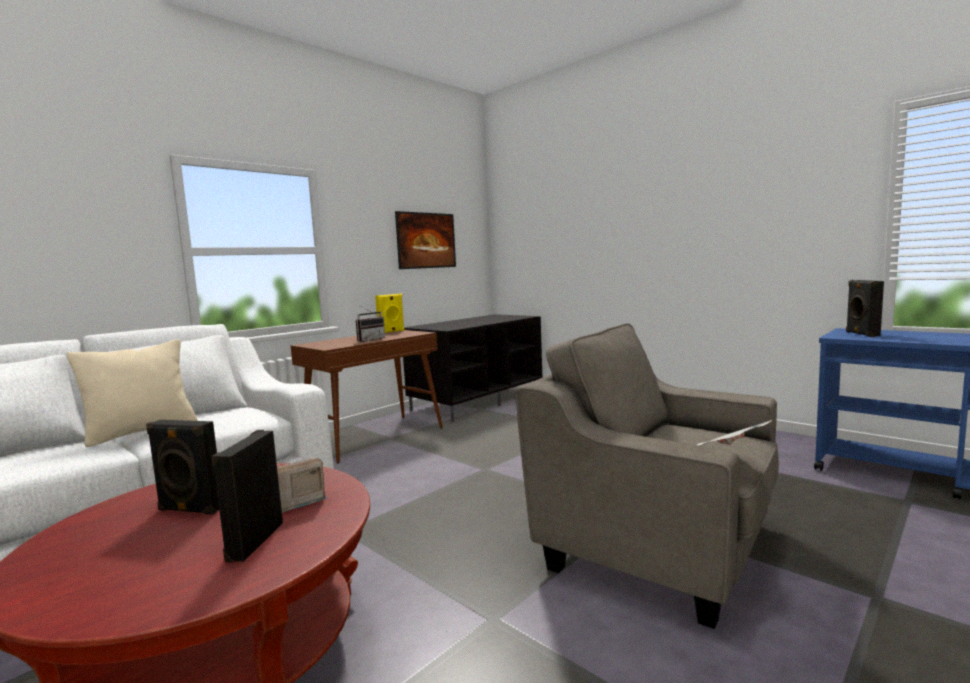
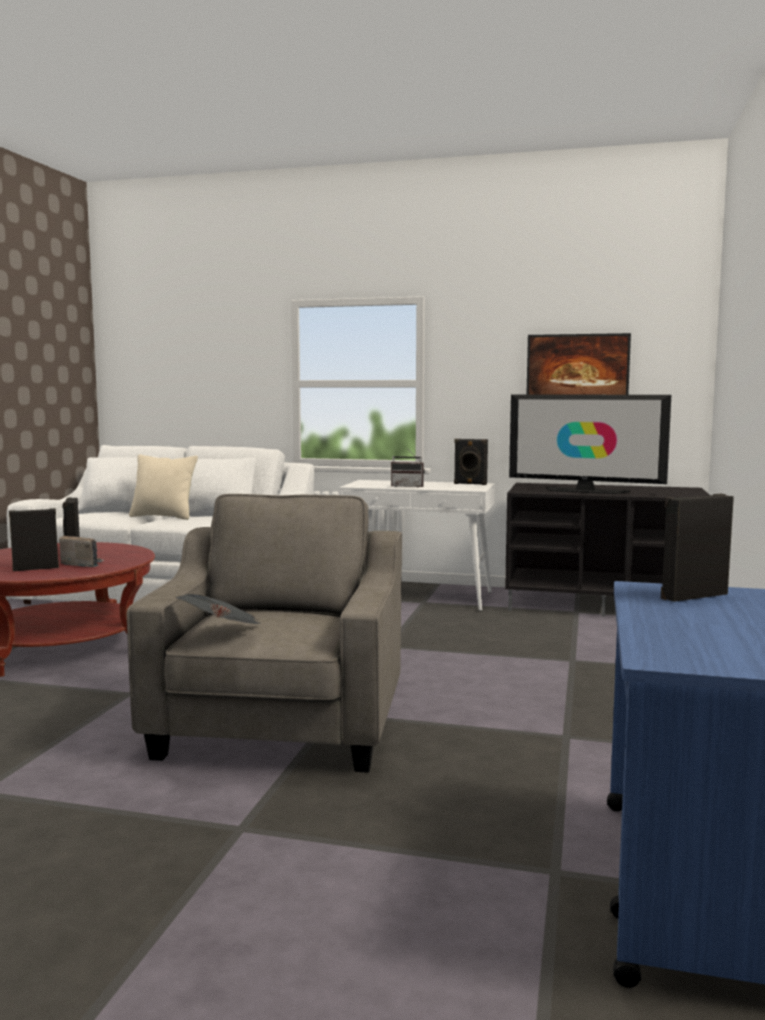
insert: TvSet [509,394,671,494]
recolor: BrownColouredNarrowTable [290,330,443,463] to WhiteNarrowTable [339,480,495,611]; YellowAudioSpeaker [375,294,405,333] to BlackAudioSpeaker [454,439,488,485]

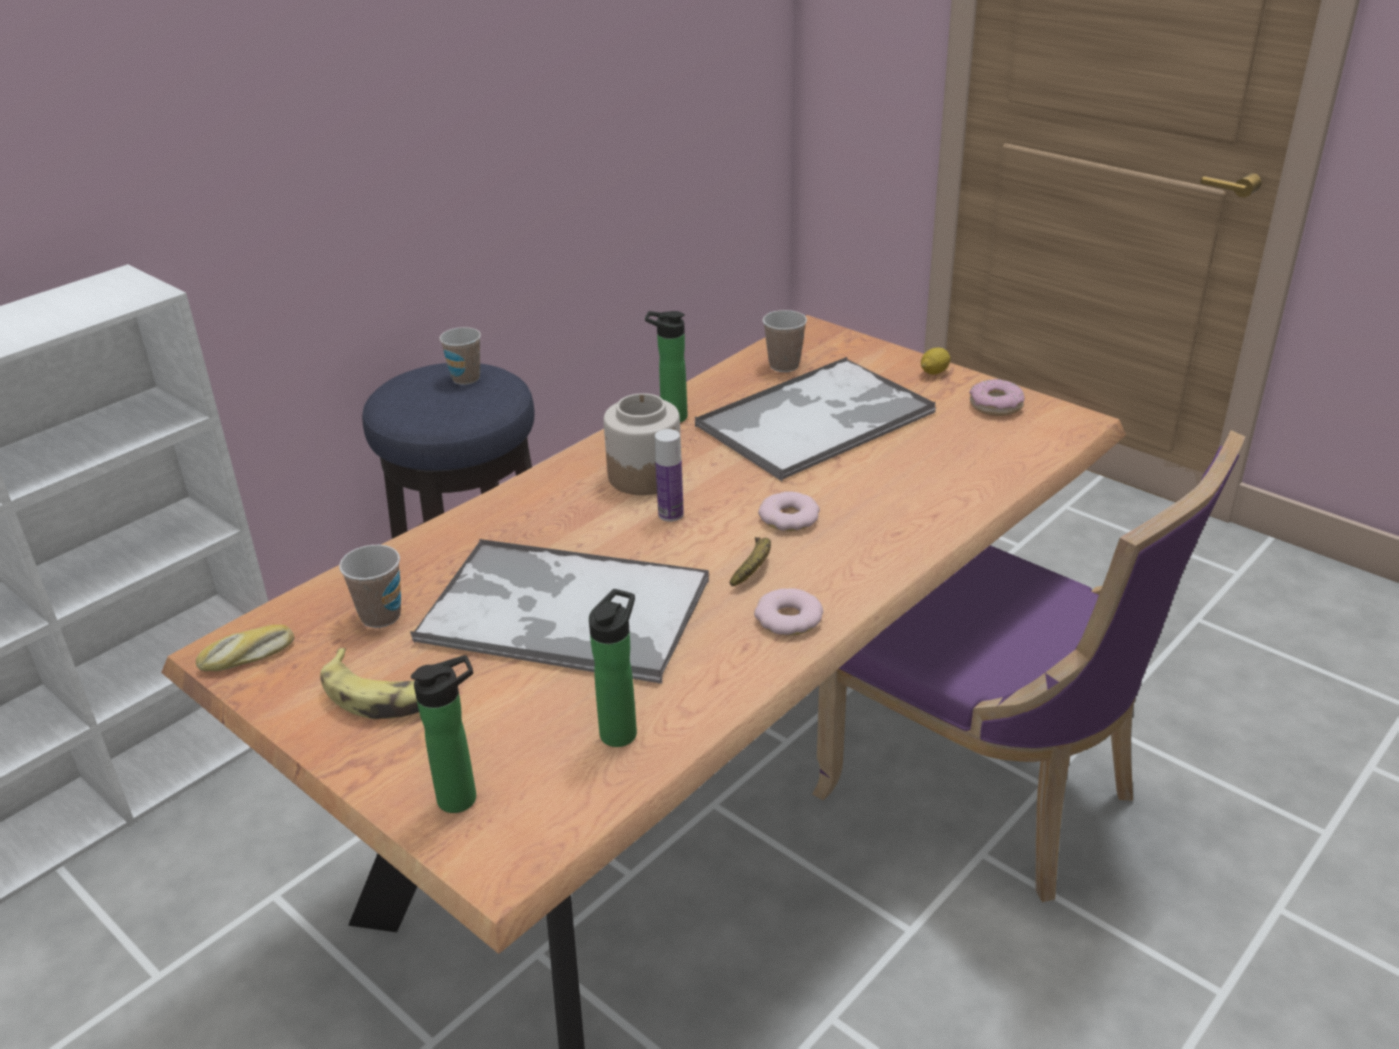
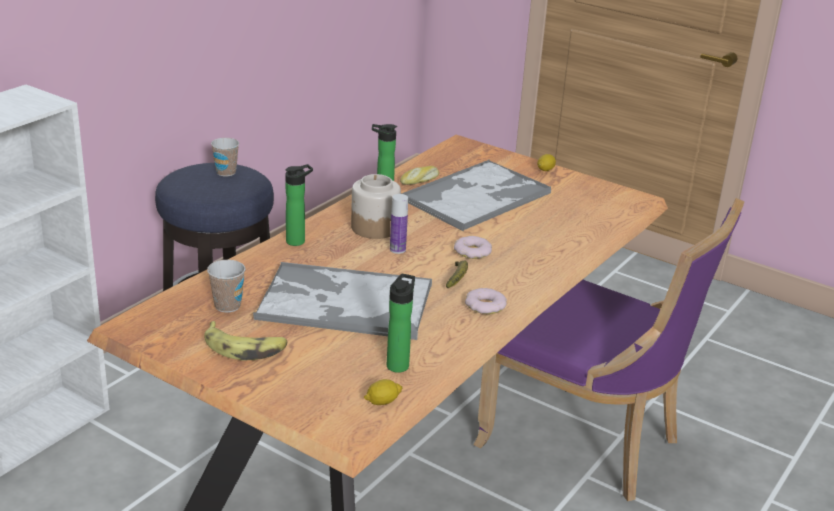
delete: SmallCup [763,310,807,372]; RingDoughnut [969,379,1025,416]
insert: CitrusFruit [364,379,403,405]
move: BeverageBottle [411,655,476,813] to [285,164,313,246]; BakedBread [196,625,295,671] to [400,166,439,185]

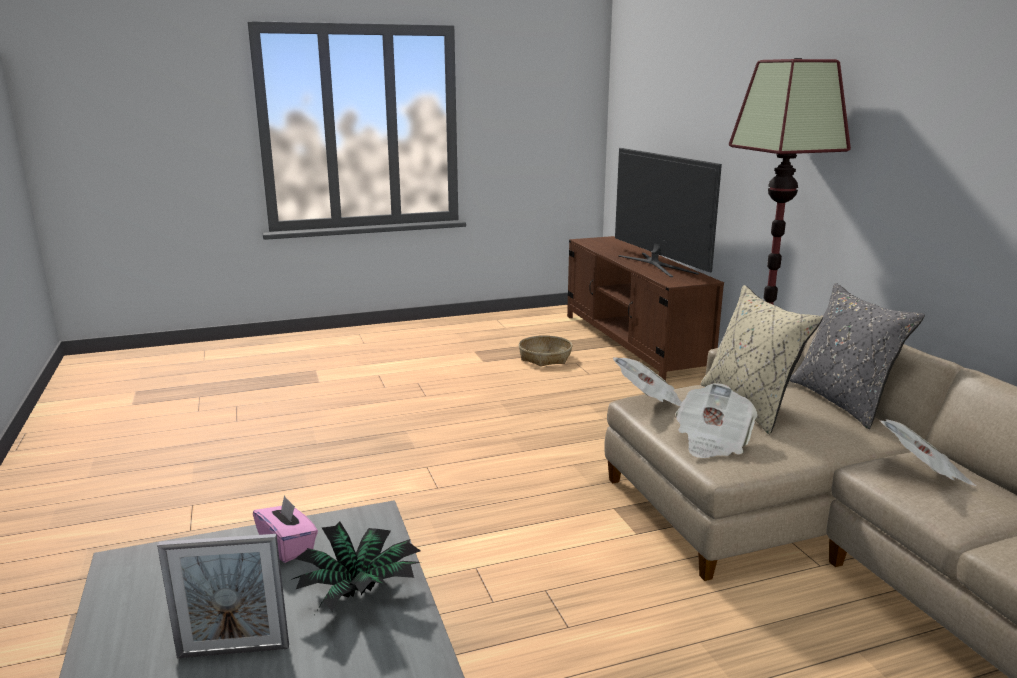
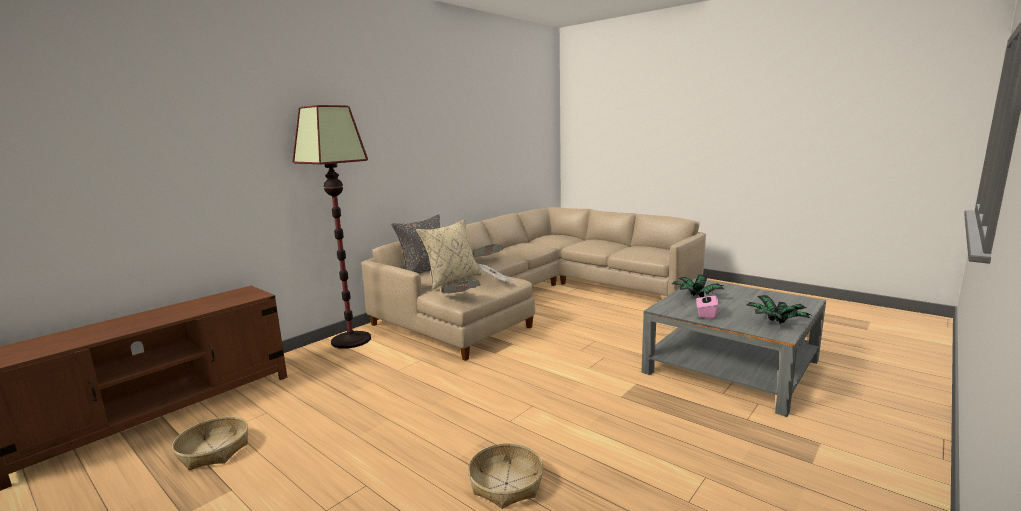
delete: PhotoFrame [157,534,289,658]; TvSet [615,148,722,277]
insert: Basket [468,443,544,509]; PlantInAPot [747,295,813,324]

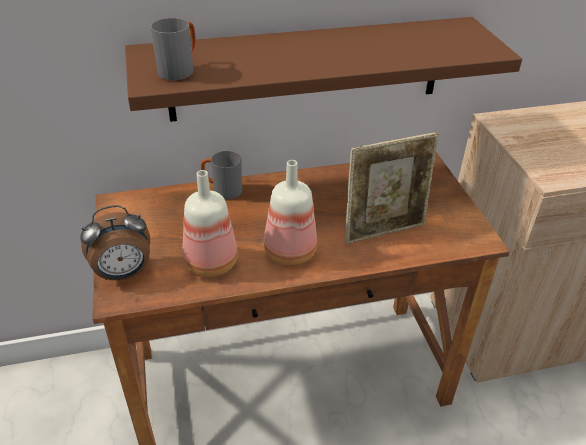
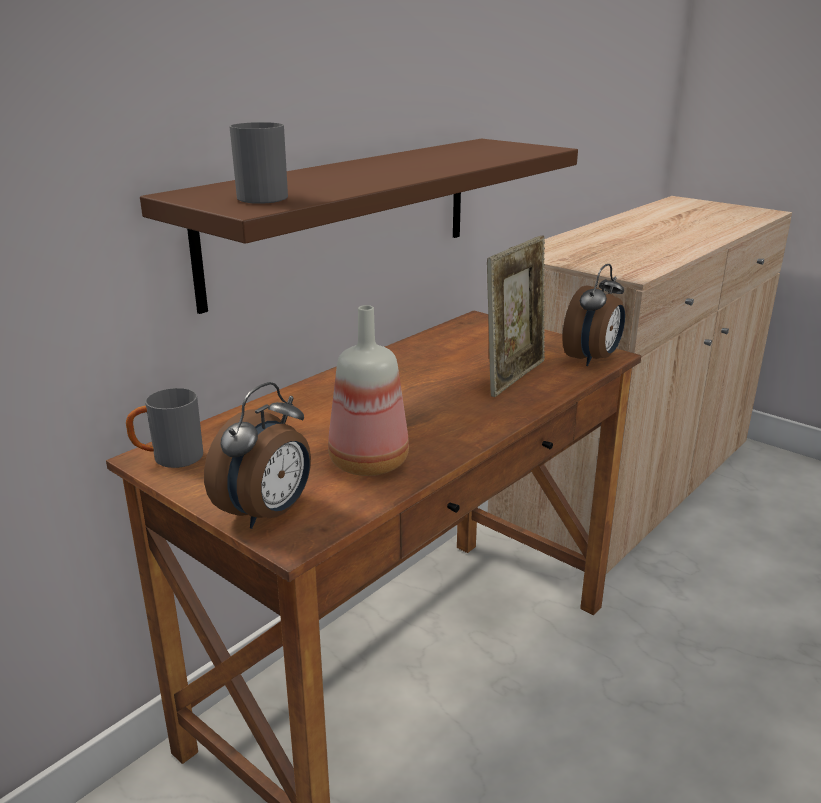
delete: BeverageBottle [264,160,317,266]
insert: TableClock [562,264,625,366]
move: GrayMug [201,151,242,199] to [126,388,203,468]

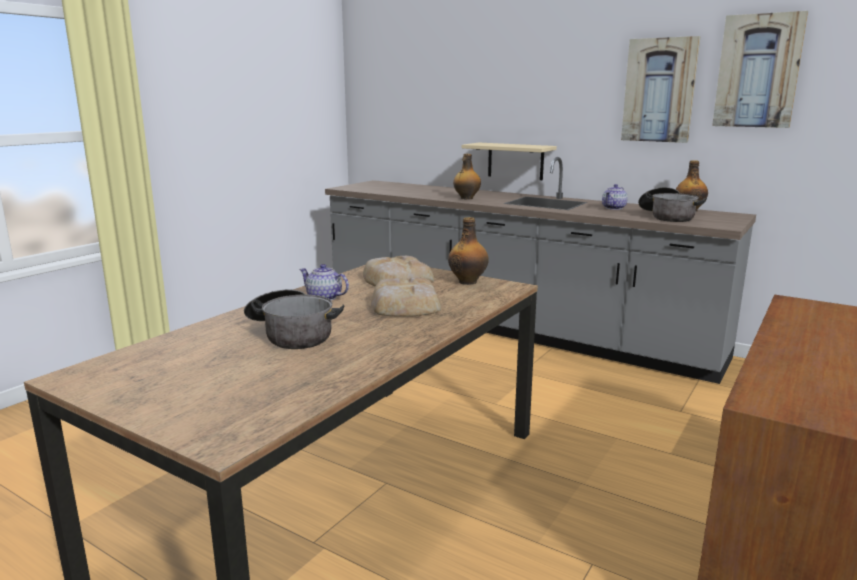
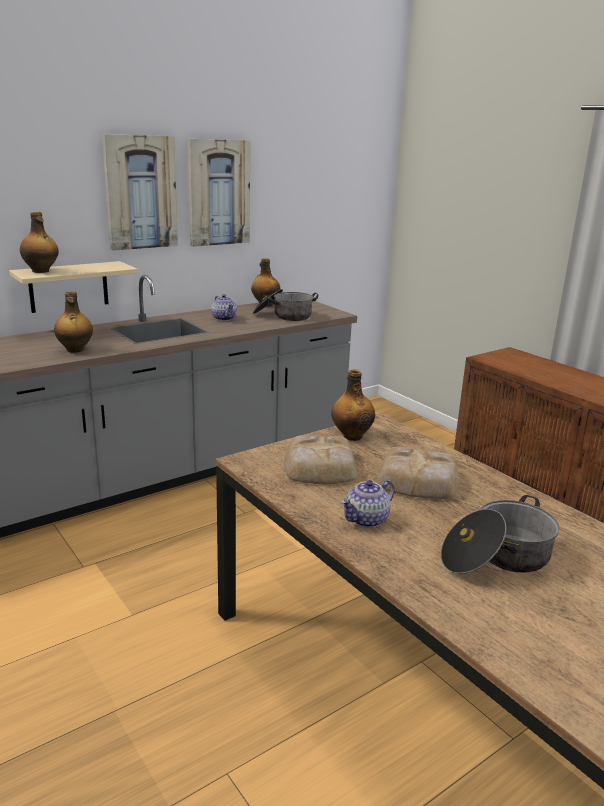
insert: BeverageBottle [20,212,59,273]
move: Picture [712,11,808,128] to [102,134,178,251]

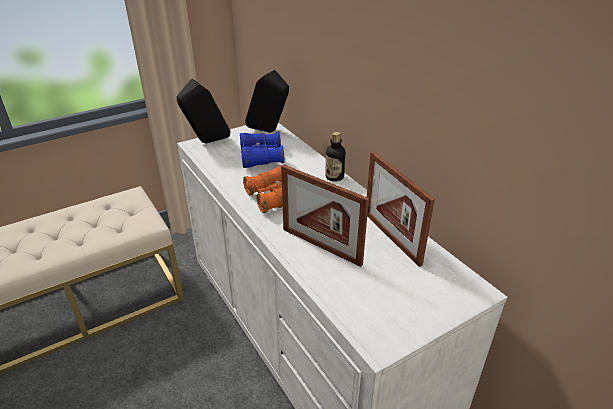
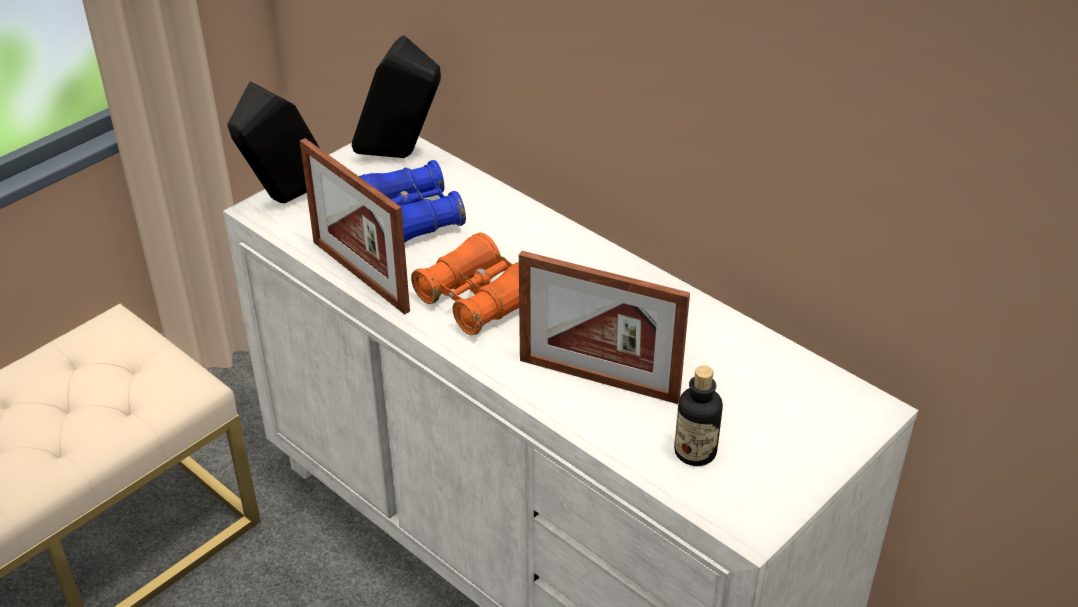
move: PhotoFrame [367,151,435,267] to [300,138,410,315]; BeverageBottle [325,132,345,182] to [674,365,723,466]

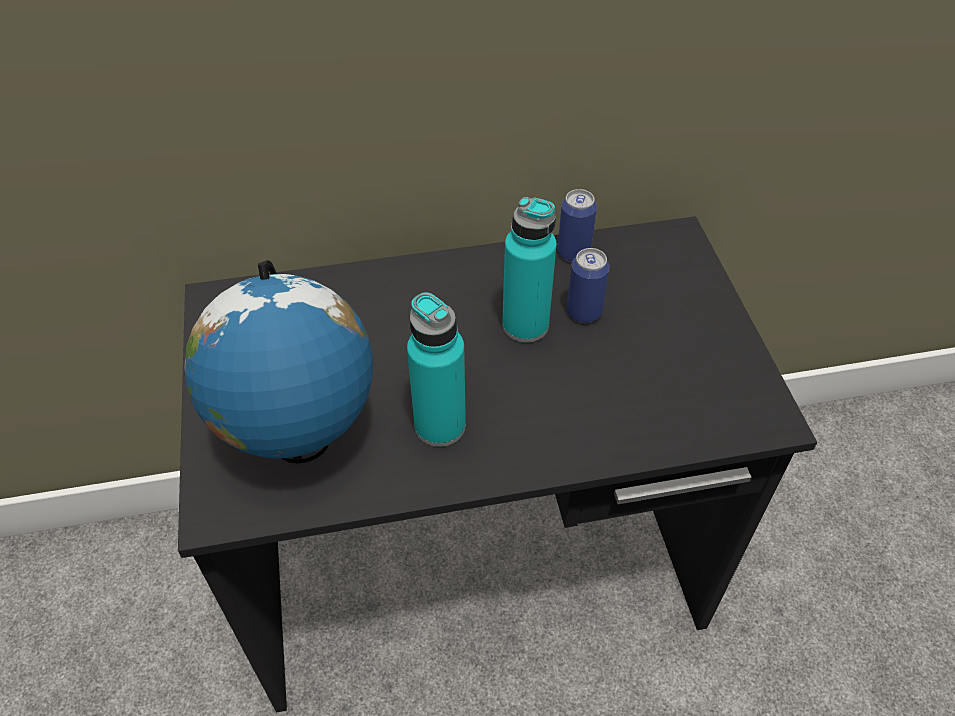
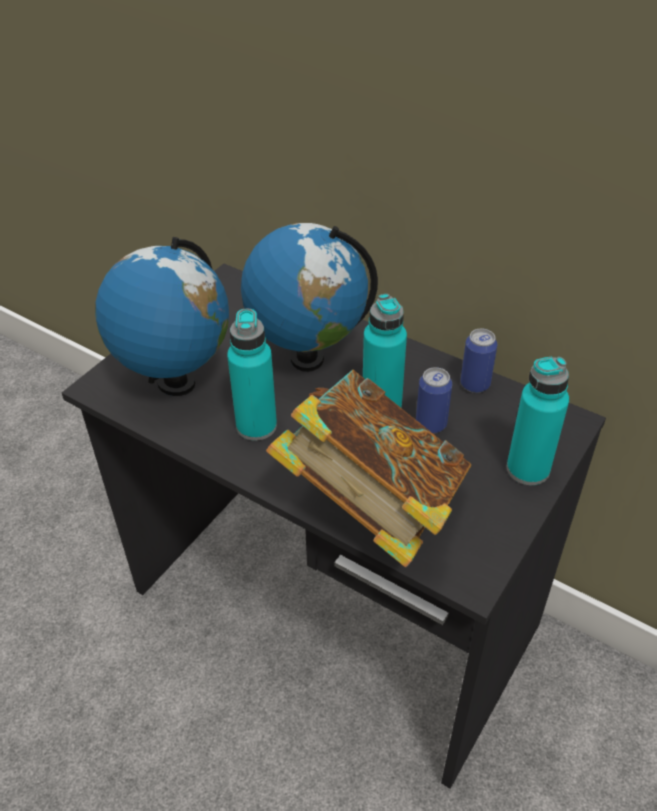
insert: DeskGlobe [241,223,378,372]; Volume [266,370,471,567]; BlueGreenBeverageBottle [507,356,569,485]

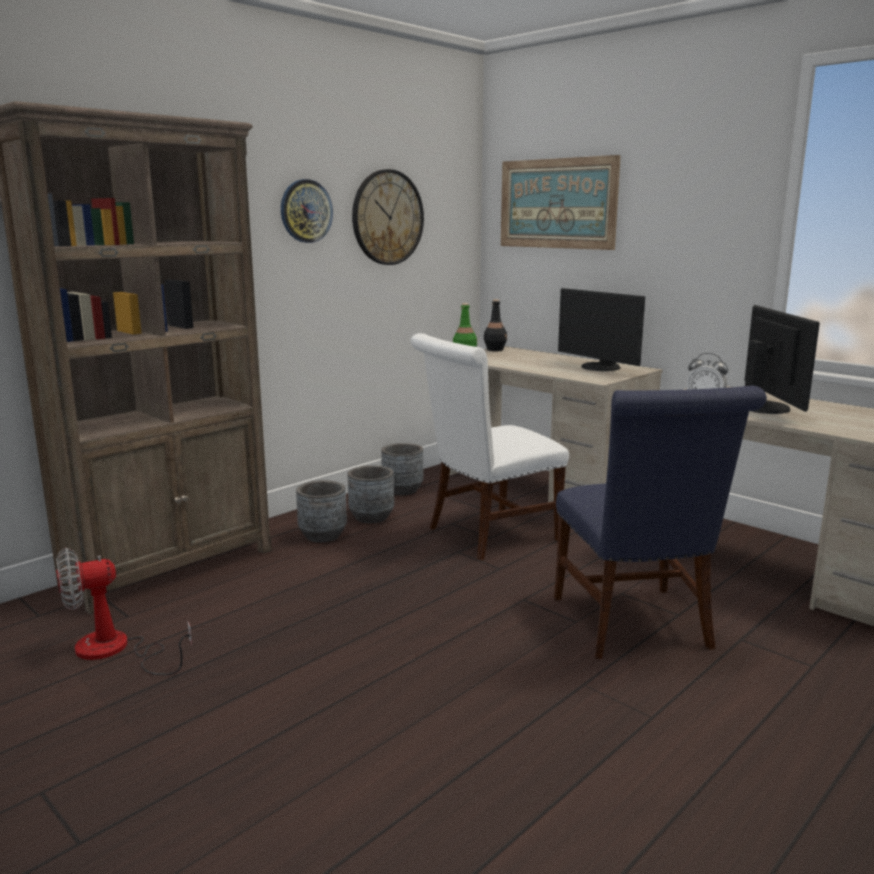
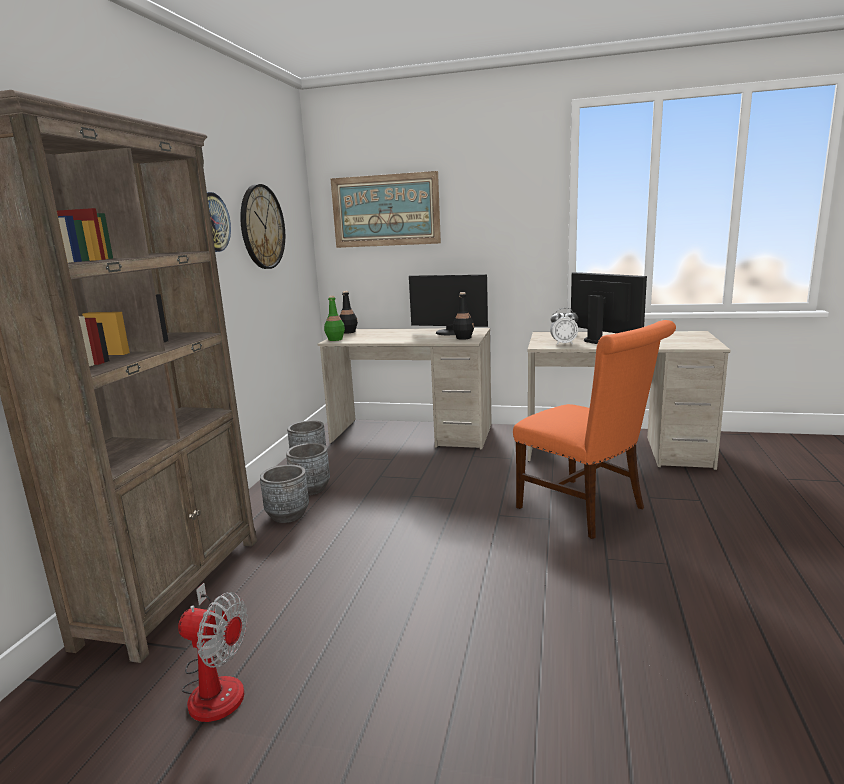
delete: WhiteChair [411,333,569,561]
insert: BlackBeverageBottle [453,292,474,340]
recolor: BlueChair [554,386,767,659] to OrangeColouredChair [513,320,676,539]
rotate: ElectricFan [56,548,192,675] = [178,583,248,722] 105 degrees counterclockwise

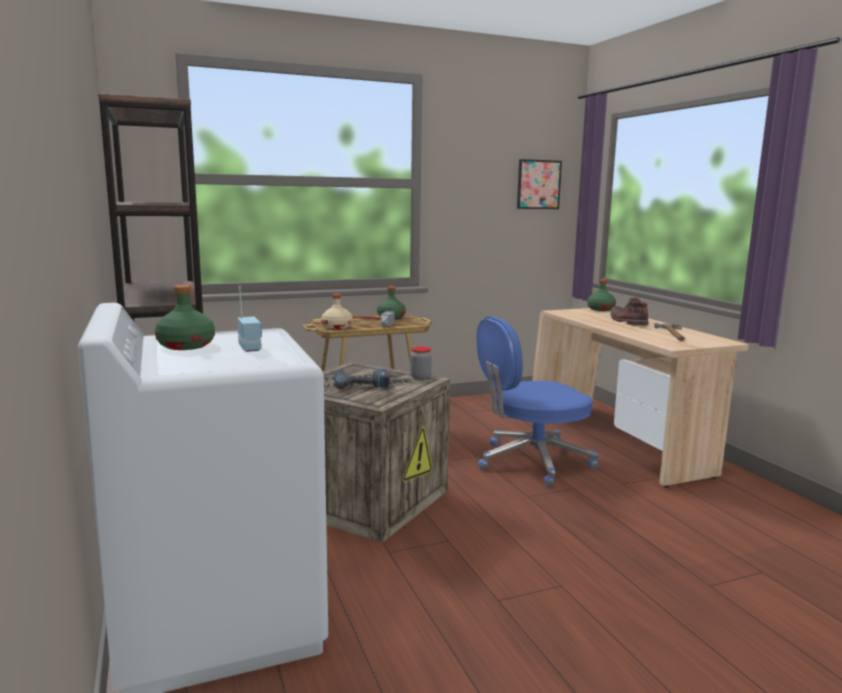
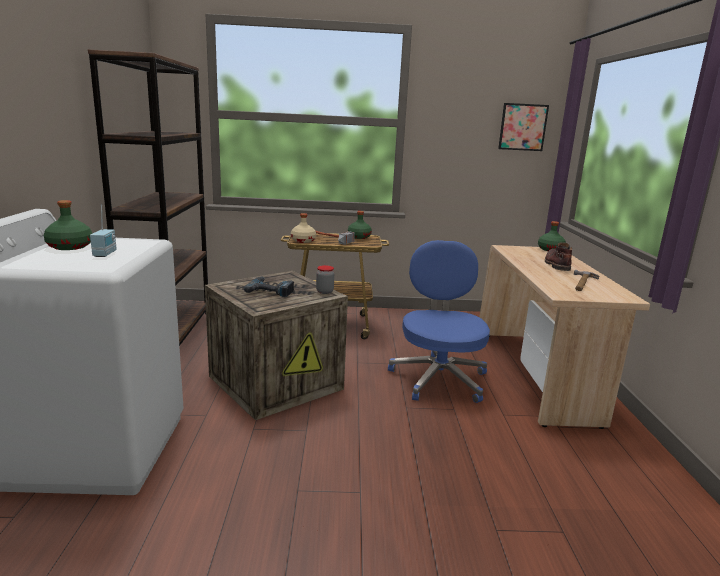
rotate: BlueOfficeChair [477,316,599,487] = [388,240,490,403] 90 degrees clockwise

